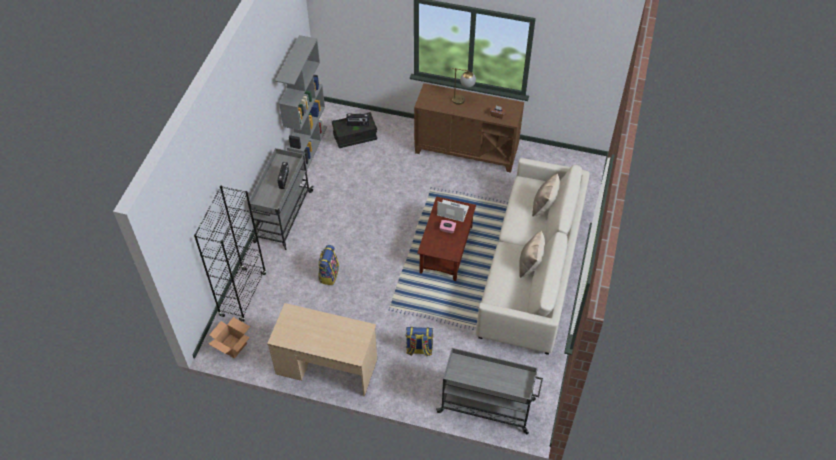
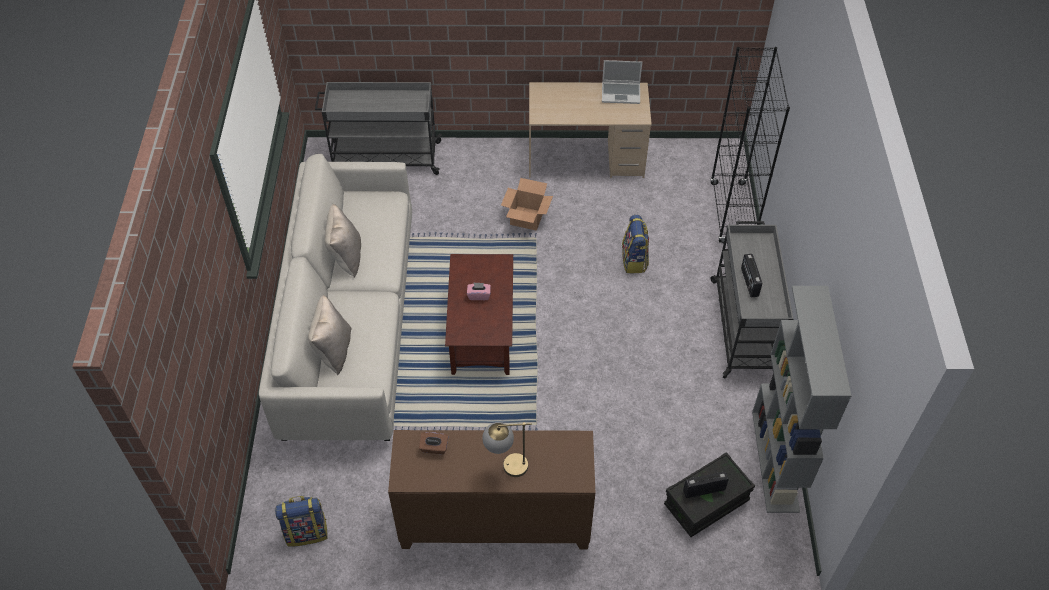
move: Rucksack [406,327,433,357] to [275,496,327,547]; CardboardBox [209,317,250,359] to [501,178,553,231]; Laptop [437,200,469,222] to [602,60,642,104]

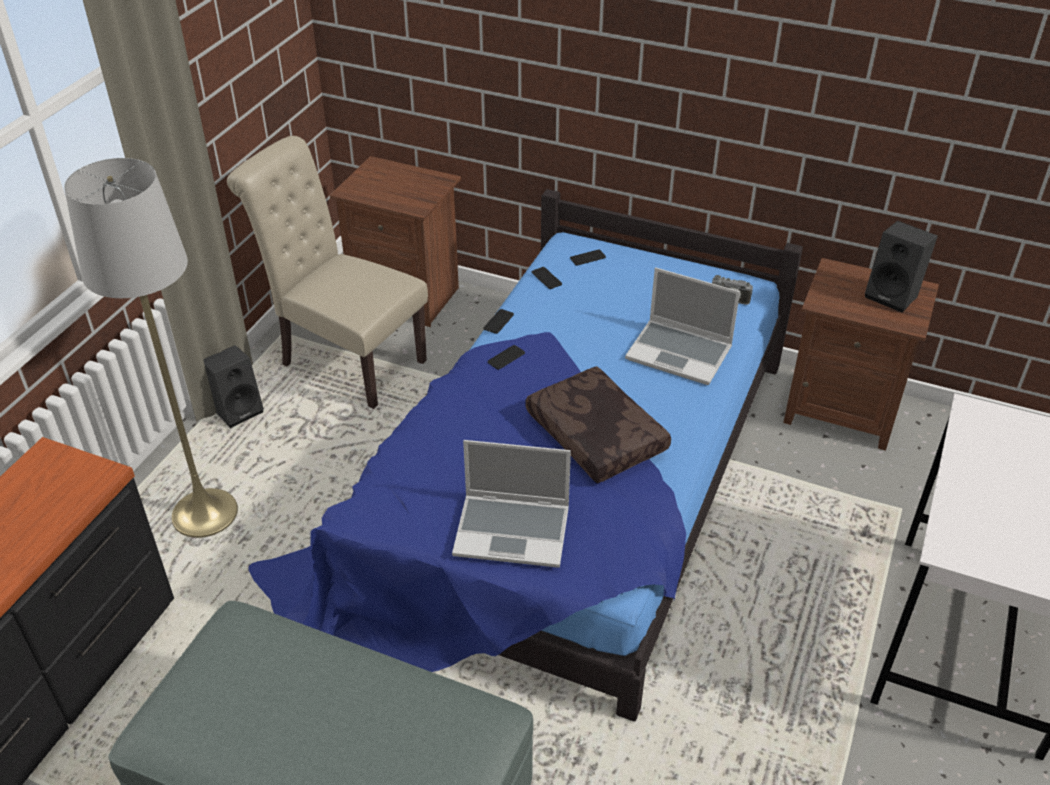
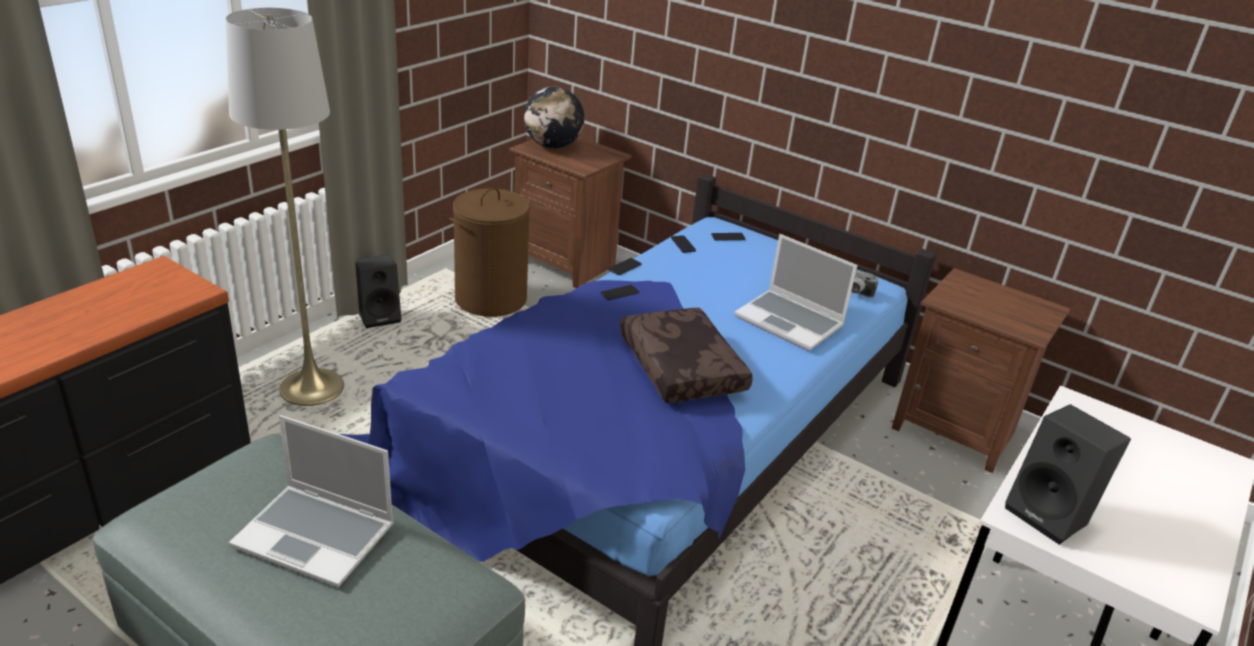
insert: DeskGlobe [524,87,584,148]
move: Laptop [452,440,571,568] to [229,415,394,588]; BlackAudioSpeaker [865,221,938,313] to [1005,404,1131,545]
replace: BeigeColouredChair [227,136,428,409] to BrownColouredWashingBasket [450,187,531,317]

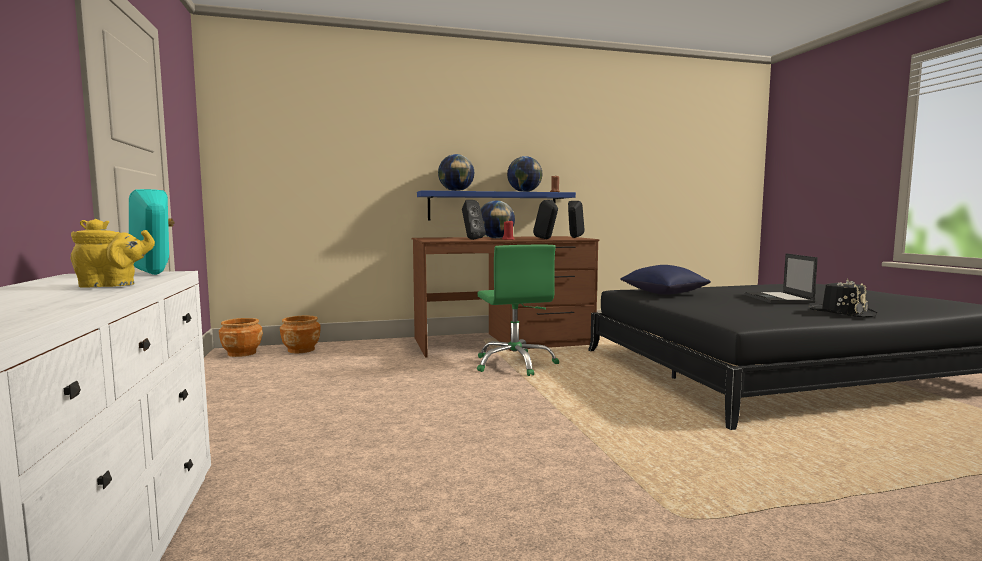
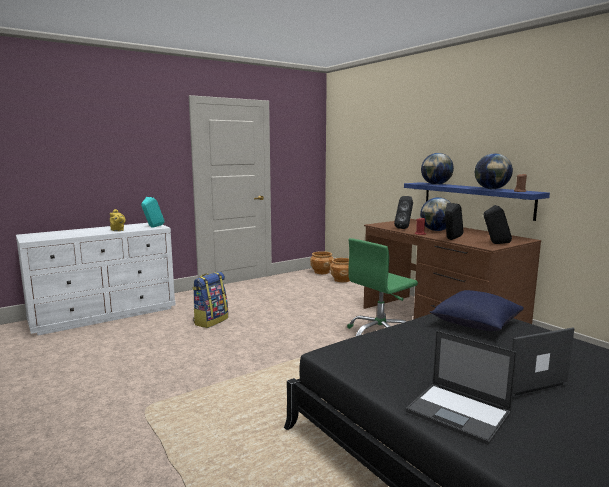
insert: Rucksack [193,272,228,328]
replace: BlackClothingHat [809,279,877,317] to Laptop [406,330,517,445]

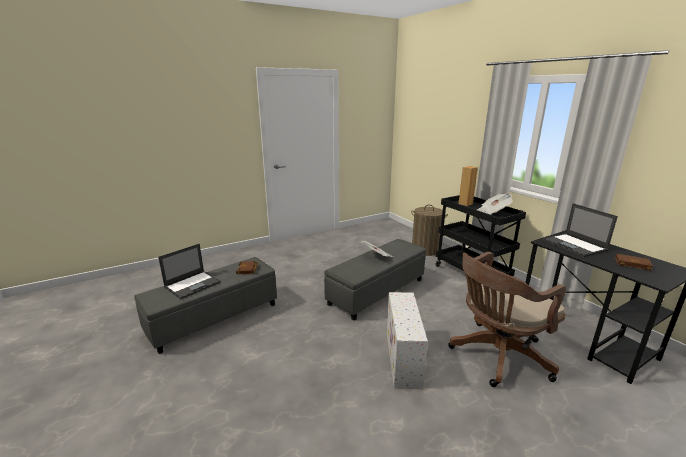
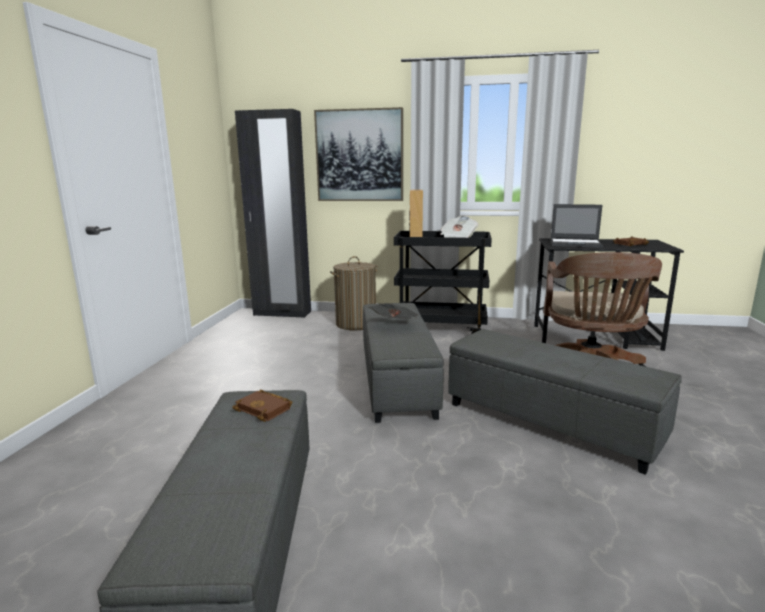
delete: Laptop [158,244,221,299]
insert: BlackArmoire [235,109,311,318]; Picture [314,107,403,201]
replace: WhiteStorageContainer [387,292,428,389] to GrayFootrest [448,329,682,475]

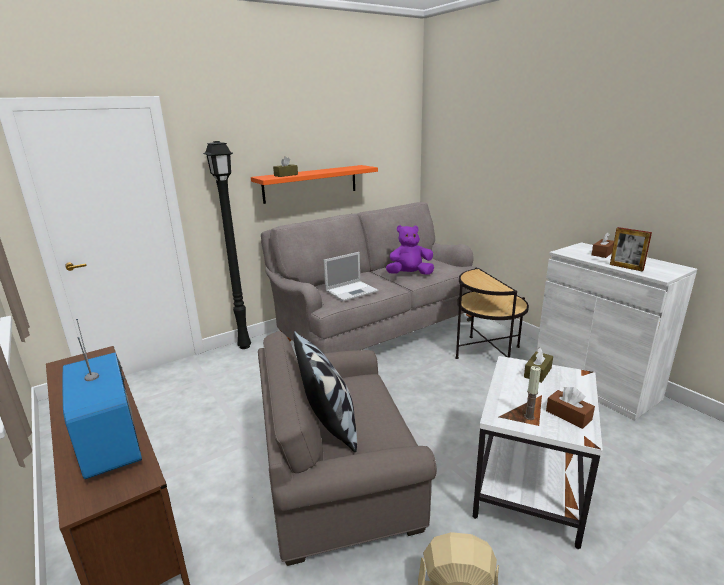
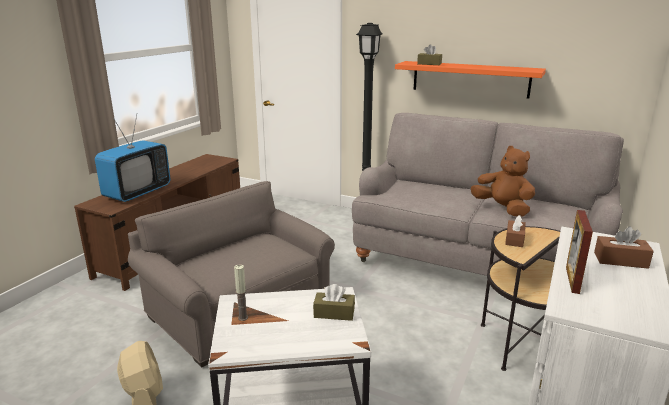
delete: Pillow [294,331,357,452]; Laptop [324,252,378,301]
move: BrownColouredBoxOfTissues [546,387,595,429] to [505,215,526,247]
recolor: PurpleColouredCuddlyToy [386,225,434,275] to BrownColouredCuddlyToy [471,146,535,216]

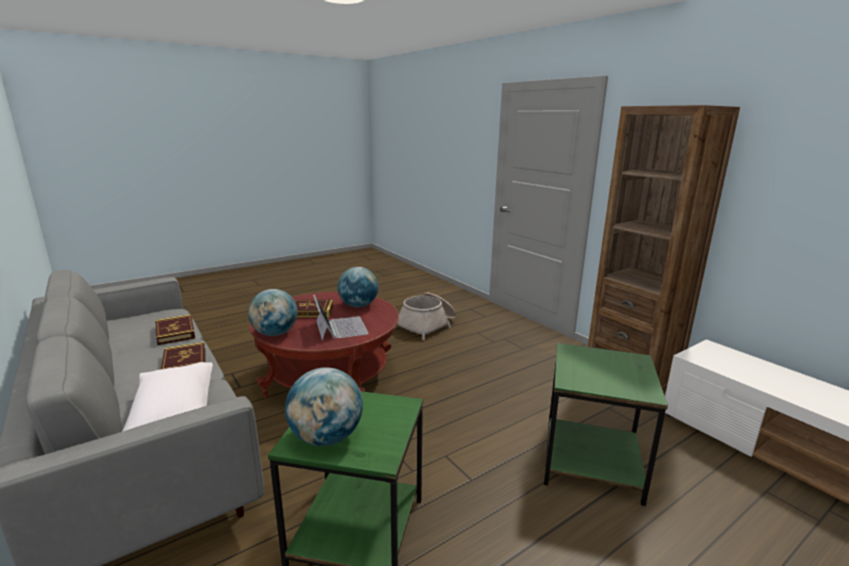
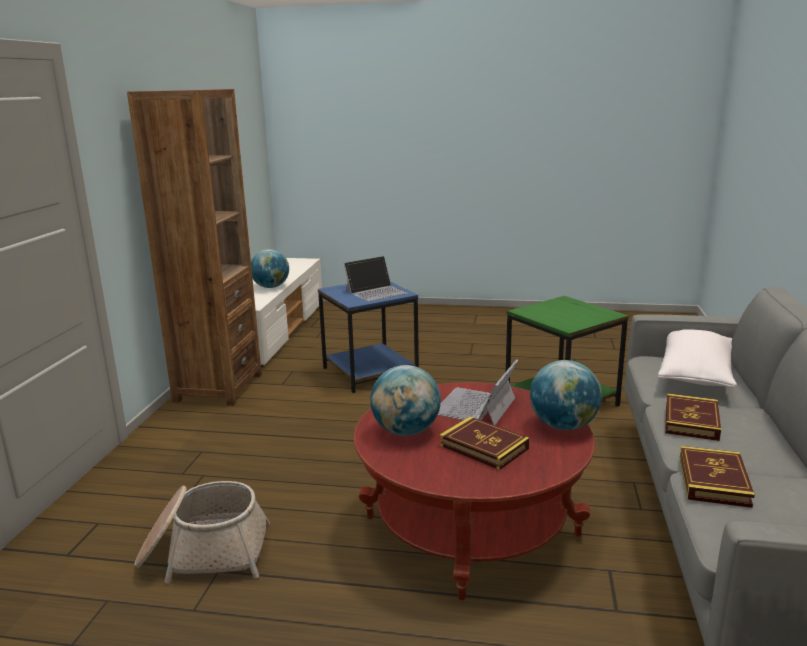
insert: Laptop [344,256,407,301]
move: DeskGlobe [285,367,363,446] to [251,249,289,288]
recolor: GreenColouredSideTable [544,343,668,506] to BlueSideTable [318,282,419,393]

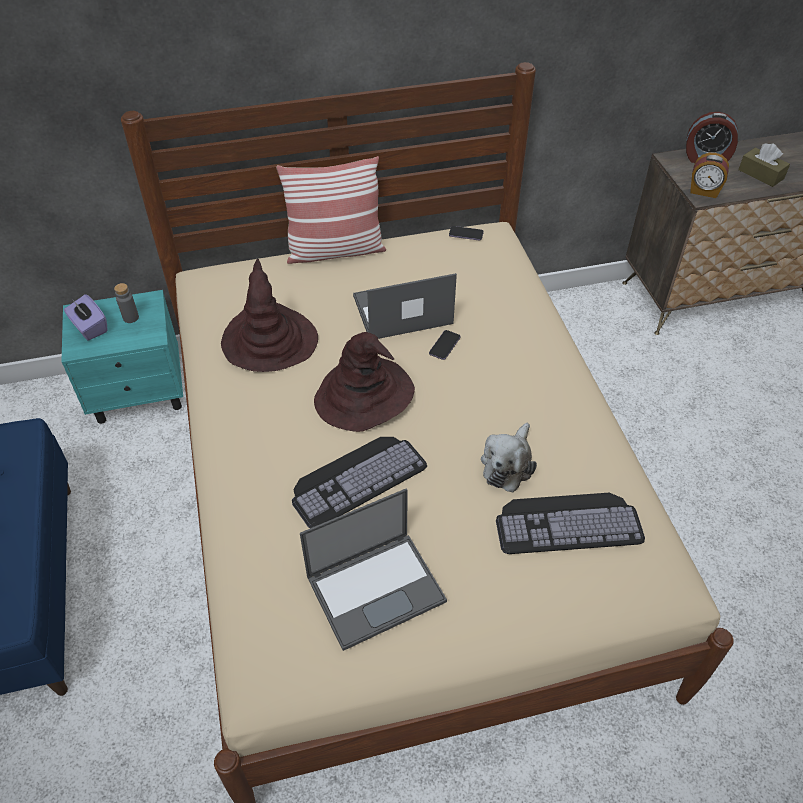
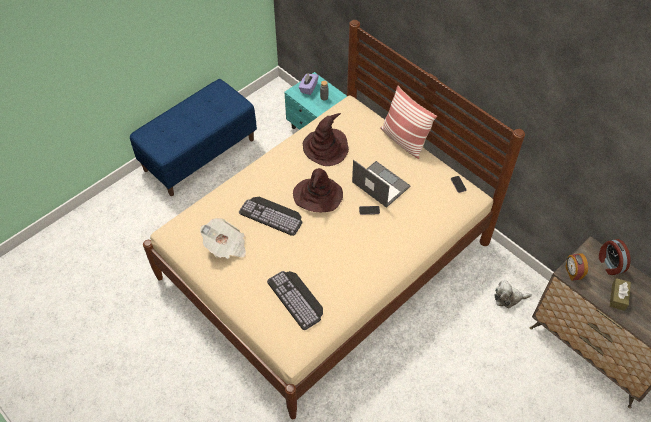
move: CuddlyToy [481,423,537,493] to [494,280,532,308]
replace: Laptop [300,488,447,651] to Newspaper [200,218,246,259]

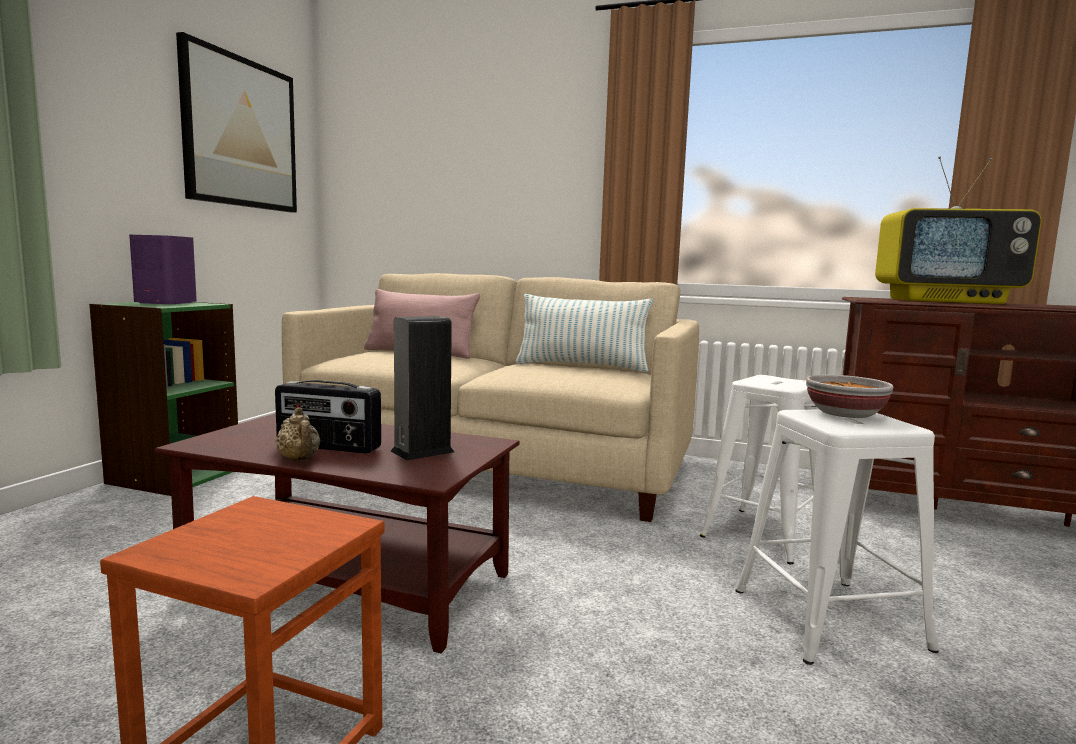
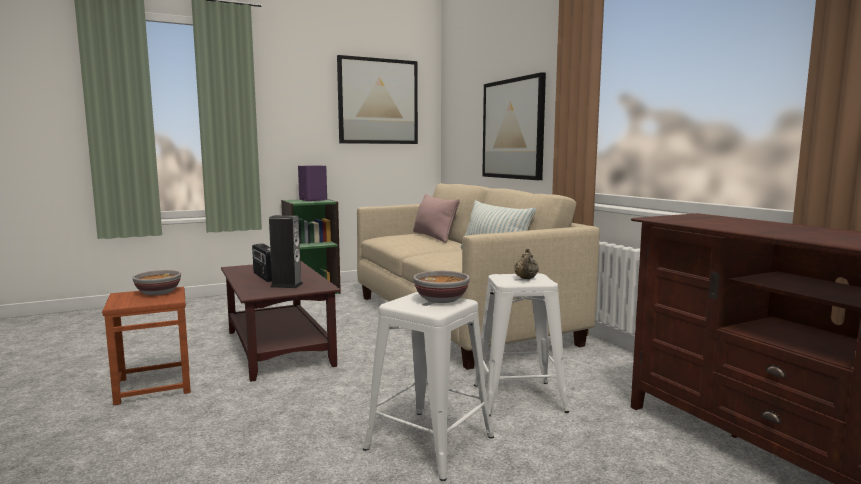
delete: TvSet [875,156,1042,304]
insert: Bowl [132,270,181,295]; Picture [482,72,546,180]
move: BeigeColouredPotForTea [276,407,320,461] to [515,248,539,279]

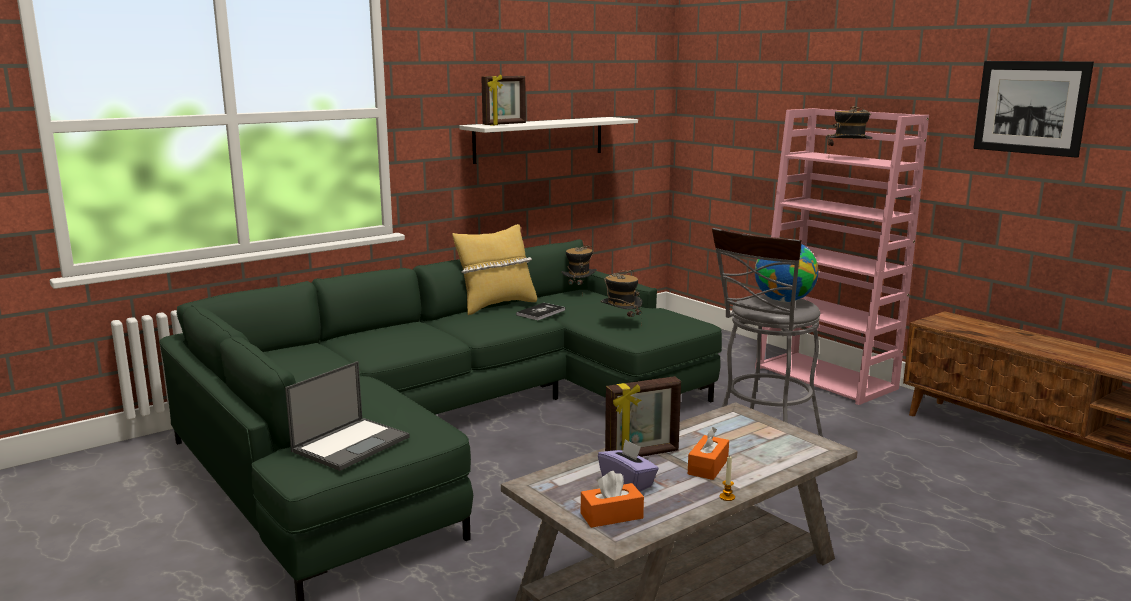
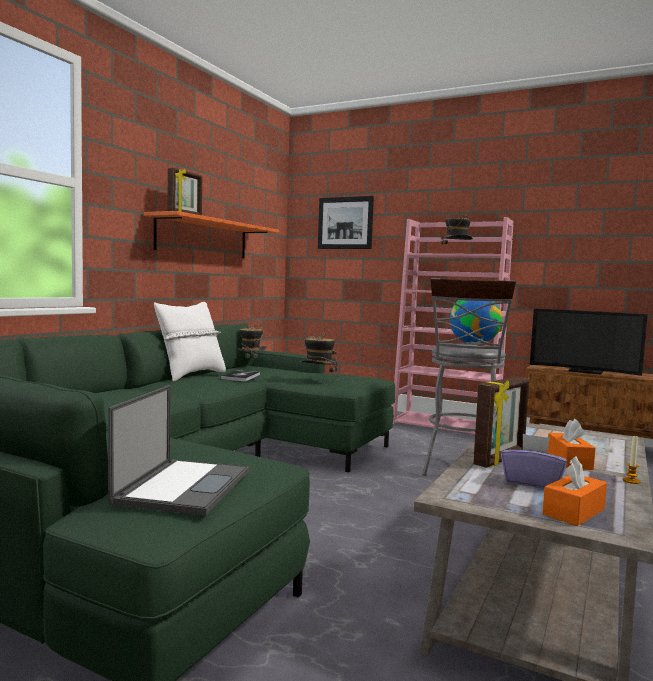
insert: TvSet [530,309,648,376]
move: Picture [973,61,1094,158] to [318,196,374,249]
recolor: WhiteWallShelf [459,117,638,164] to OrangeColouredWallShelf [144,211,279,258]; YellowPillow [452,224,537,315] to WhitePillow [154,302,226,381]

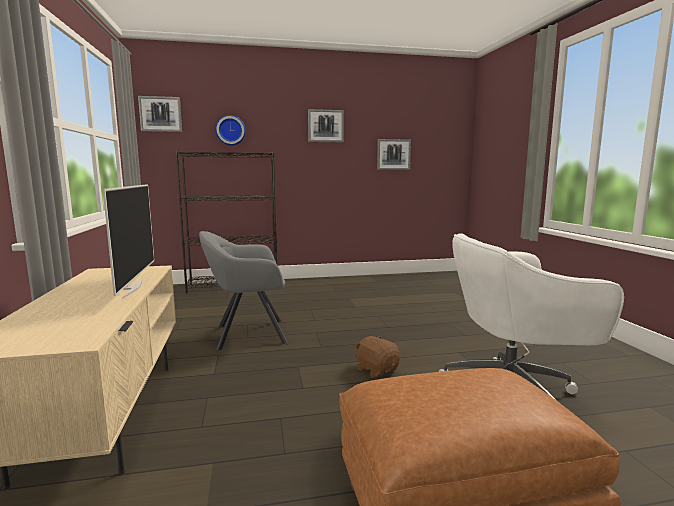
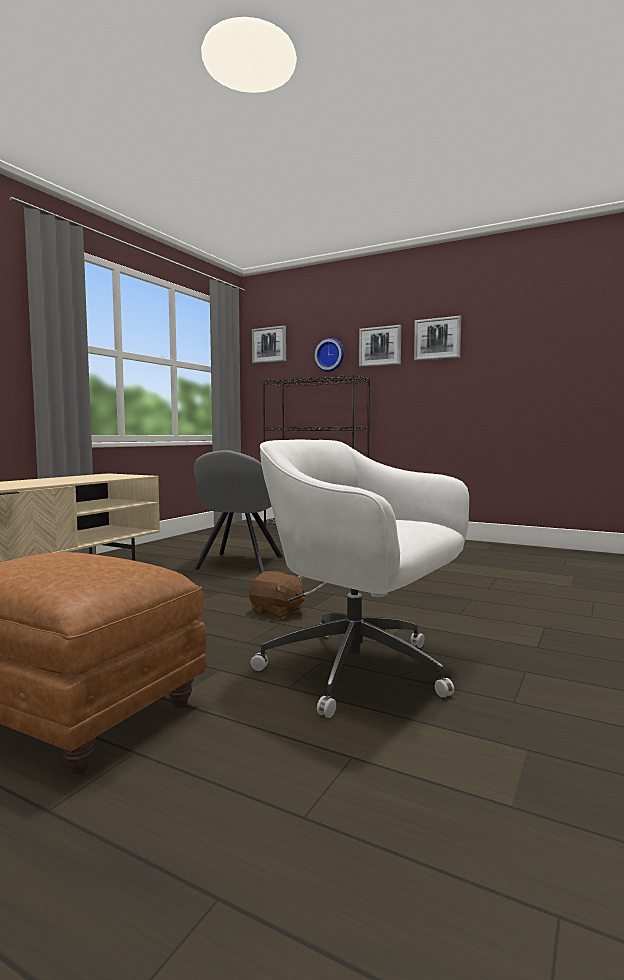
delete: TvSet [103,184,154,299]
move: Picture [377,139,411,170] to [359,325,401,367]
rotate: GrayArmchair [199,231,288,351] = [193,450,283,573] 105 degrees counterclockwise; BrownColouredCuddlyToy [354,336,400,378] = [249,571,305,619] 120 degrees clockwise

